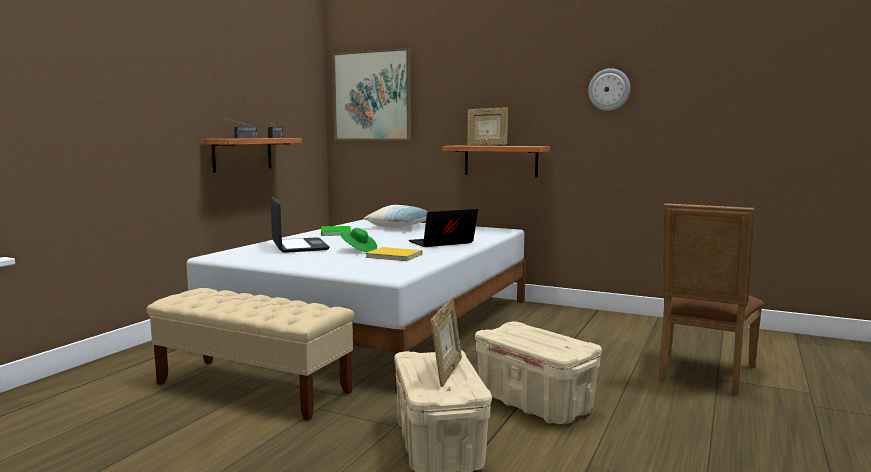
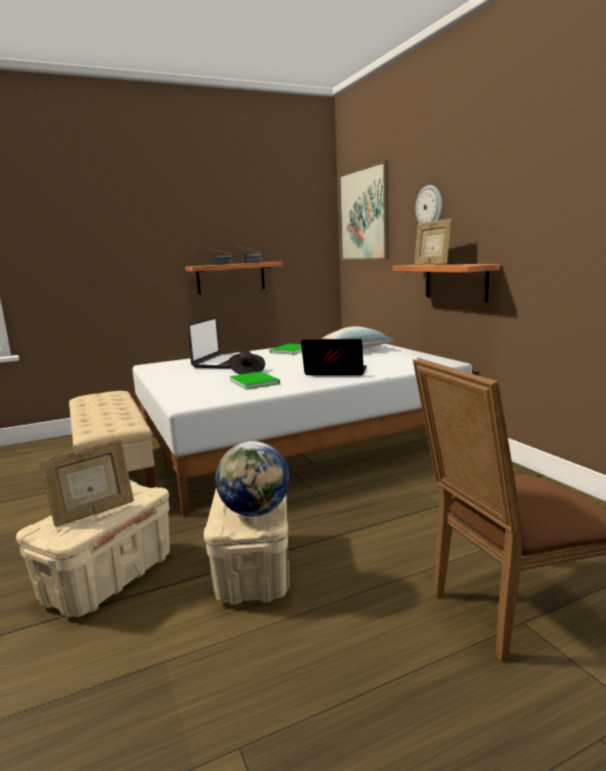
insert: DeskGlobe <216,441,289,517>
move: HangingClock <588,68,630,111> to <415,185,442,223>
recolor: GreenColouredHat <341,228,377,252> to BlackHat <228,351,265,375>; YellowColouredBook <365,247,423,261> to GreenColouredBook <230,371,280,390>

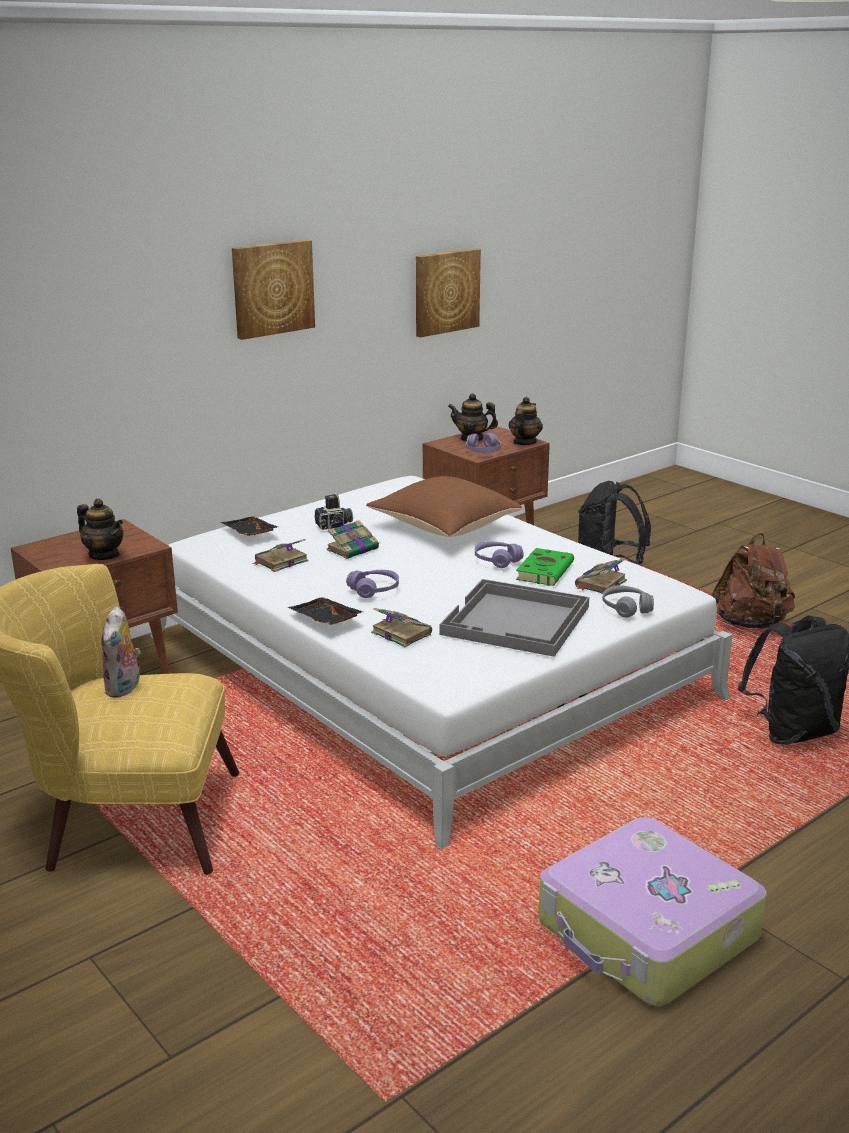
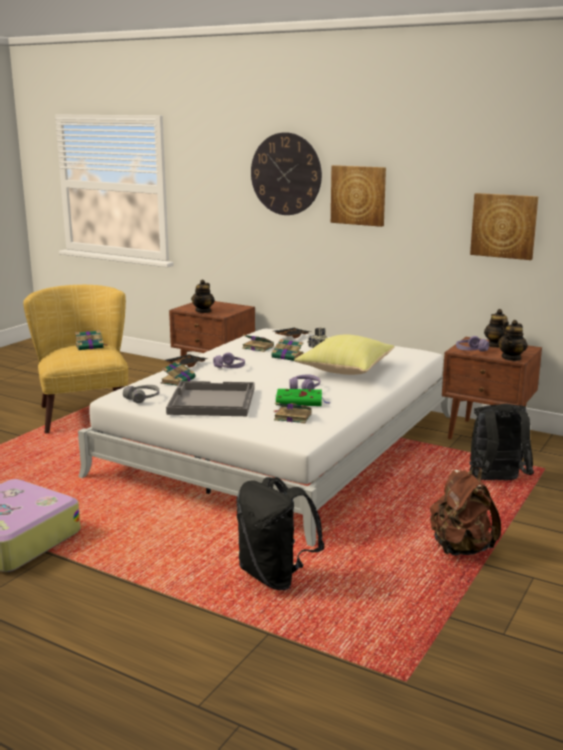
insert: HangingClock <251,132,322,215>
move: GreyHeadphones <603,585,654,617> to <123,385,159,403>
replace: SoftToy <101,606,141,698> to Book <75,330,108,350>
recolor: BrownCushion <366,476,522,537> to YellowColouredCushion <294,335,395,375>
rotate: Teapot <508,397,543,445> = <498,320,528,361> 120 degrees clockwise

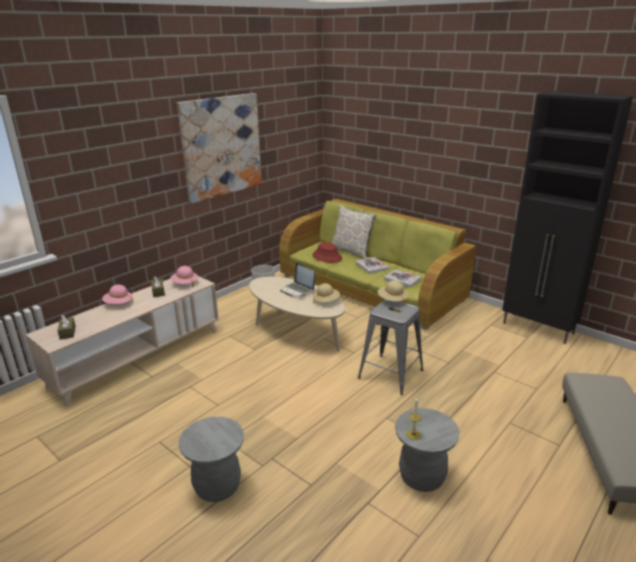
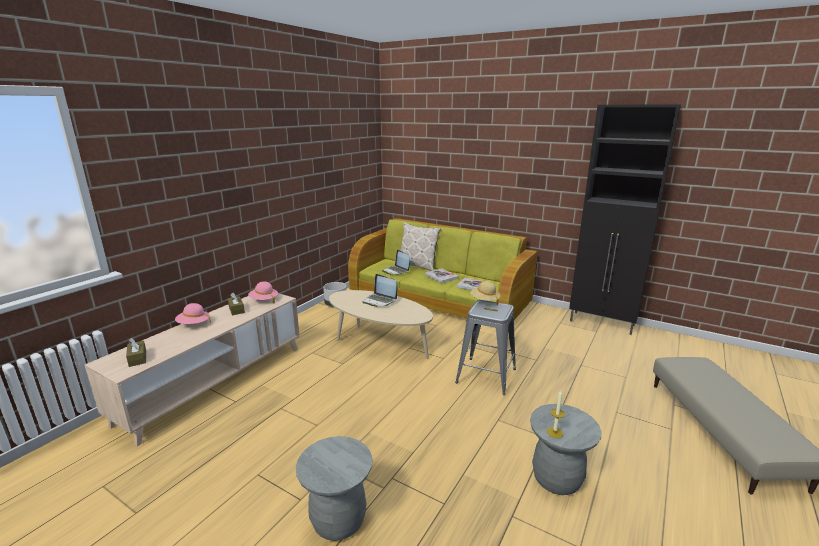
delete: WallPicture <177,93,262,204>; BeigeColouredHat <313,283,340,302>
replace: RedColouredHat <313,242,342,263> to PortableComputer <382,250,410,275>

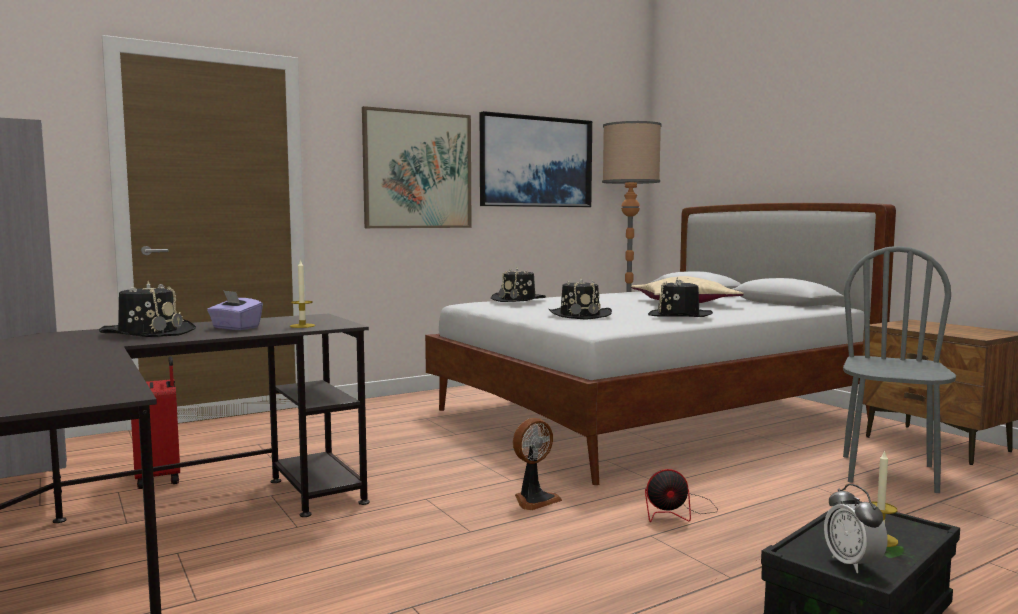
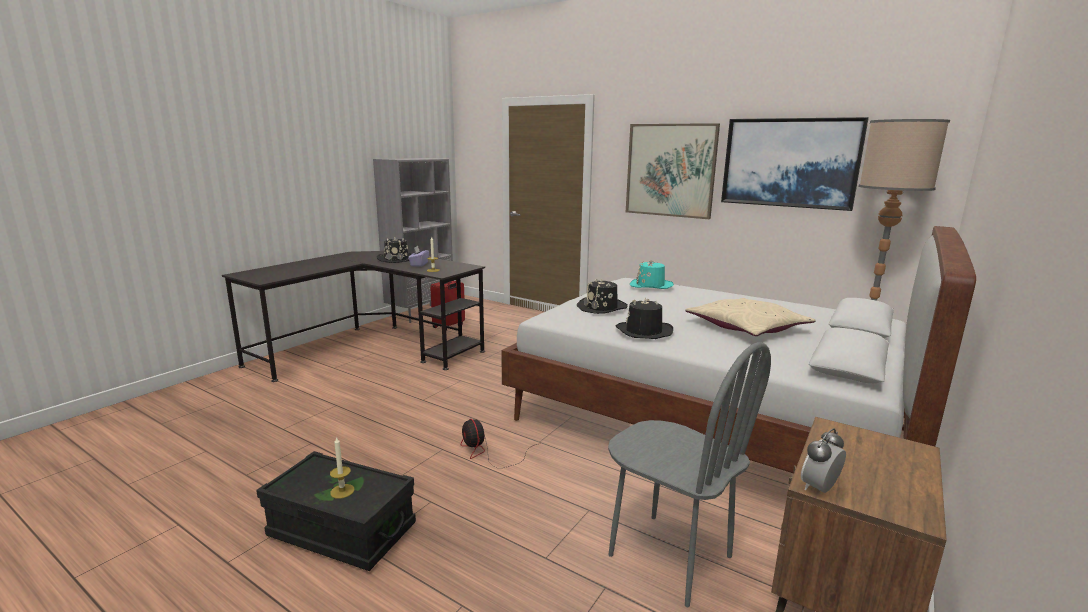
delete: Fan <513,418,562,510>
move: AlarmClock <824,484,888,573> to <801,428,846,493>
recolor: BlackHat <491,267,546,302> to TurquoiseColouredHat <630,260,674,289>
rotate: GreyUprightChair <843,246,956,493> = <608,342,771,607> 45 degrees clockwise

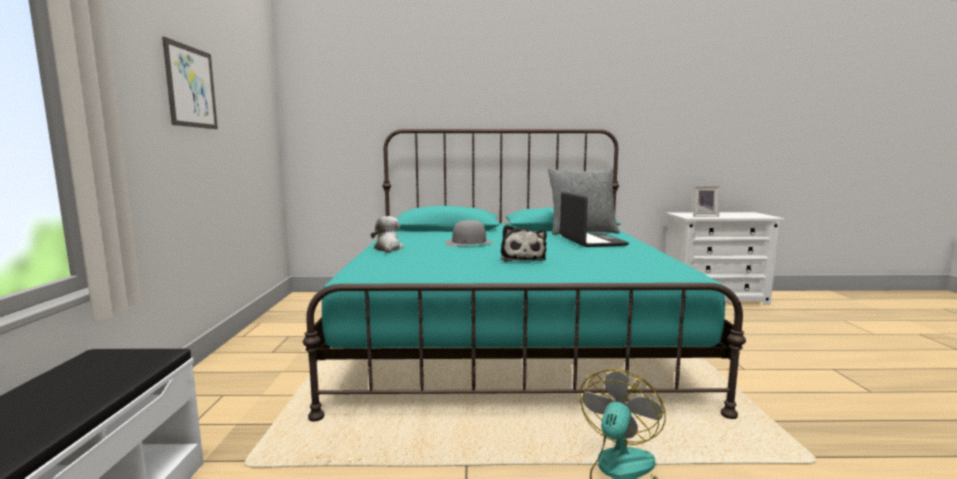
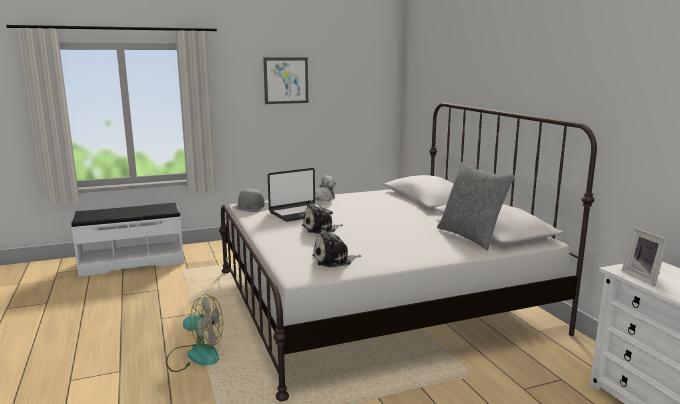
insert: SoftToy <312,225,362,267>
move: GreyHat <445,220,494,247> to <232,189,269,212>; PortableComputer <560,192,629,247> to <268,168,333,222>
recolor: TurquoiseColouredBedroomBed <303,129,746,421> to WhiteColouredBedroomBed <219,103,597,401>

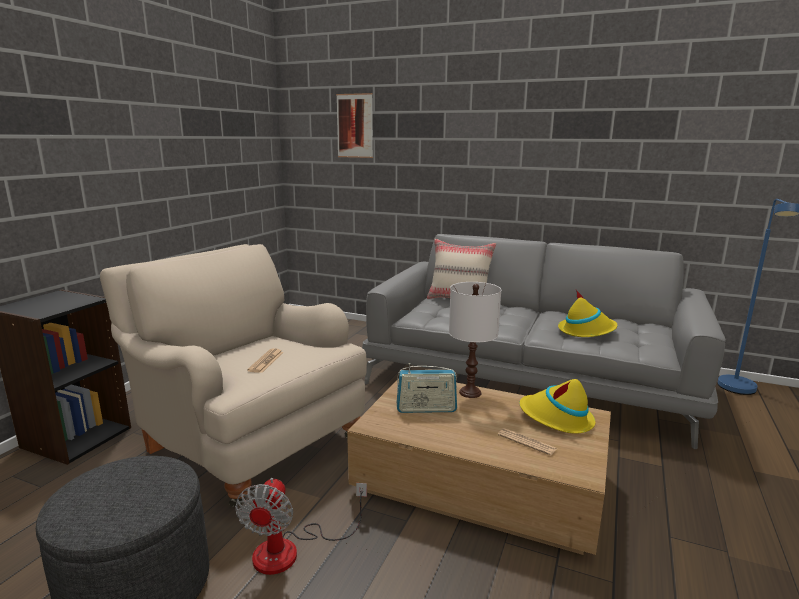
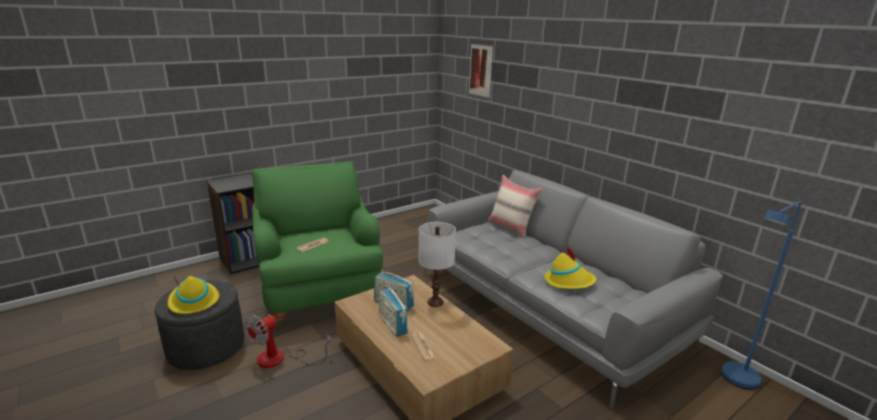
insert: RadioSet <379,286,408,337>
move: YellowColouredHat <519,379,595,434> to <168,276,219,314>
recolor: BeigeColouredLoungeChair <100,244,366,507> to GreenColouredLoungeChair <252,162,383,326>

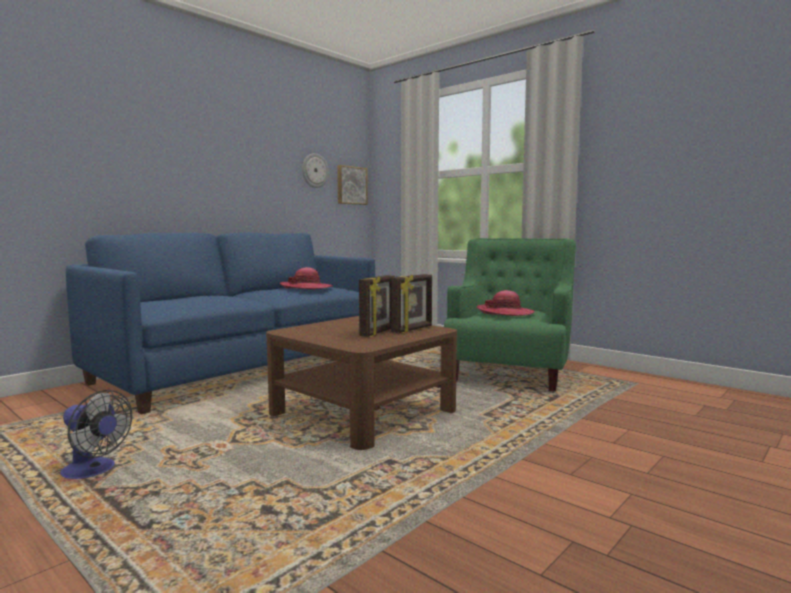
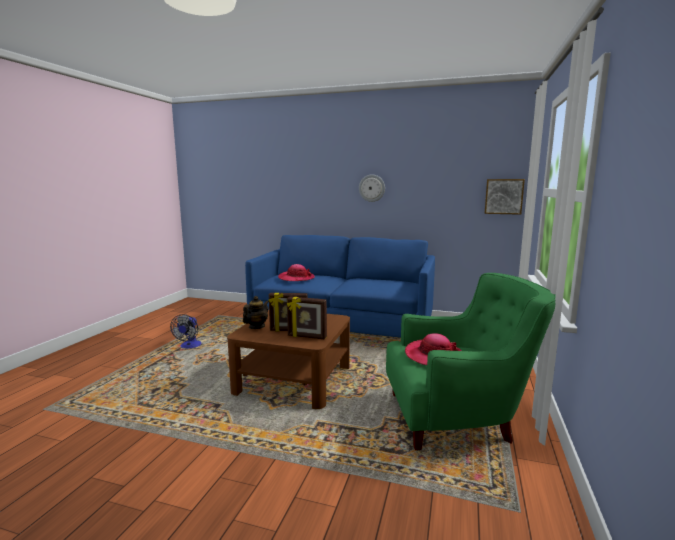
insert: Teapot <243,296,269,329>
move: Hat <280,267,332,289> to <278,264,315,281>; HangingClock <302,153,329,188> to <359,174,385,202>

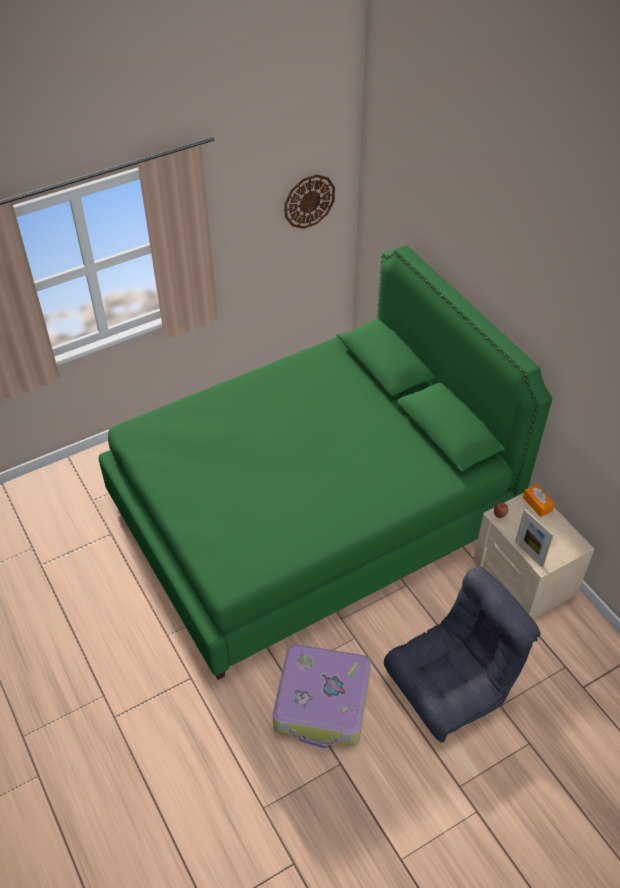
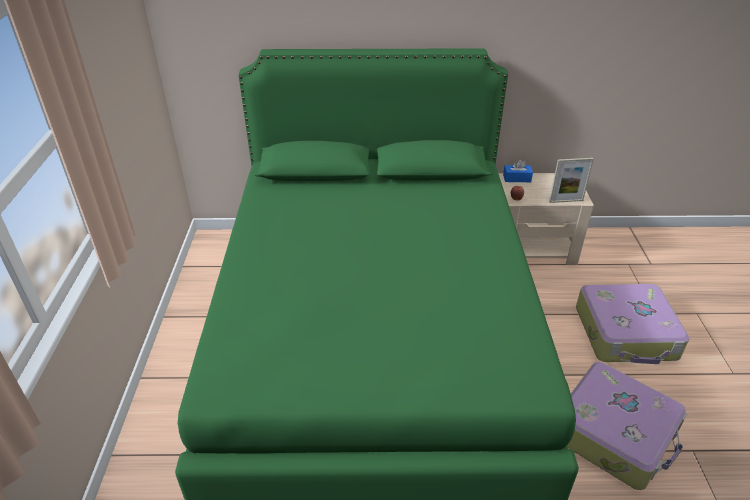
delete: HangingClock <284,174,335,229>
replace: GreyLoungeChair <384,566,541,743> to TravelCase <576,284,689,364>
recolor: OrangeBoxOfTissues <523,484,555,517> to BlueColouredBoxOfTissues <503,160,533,182>

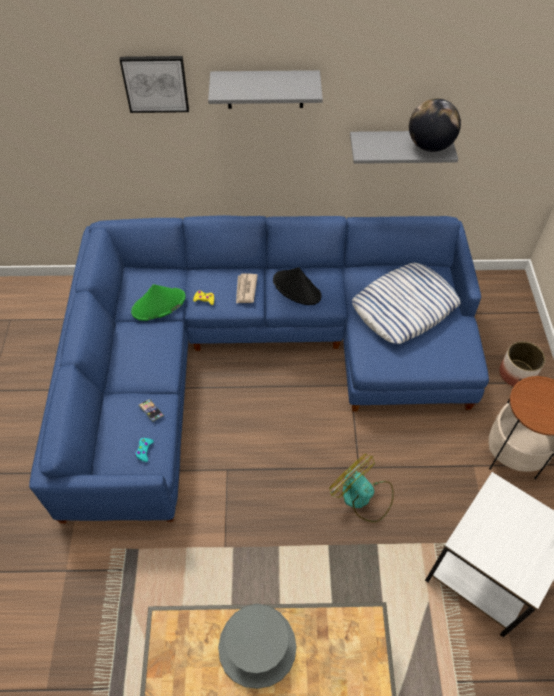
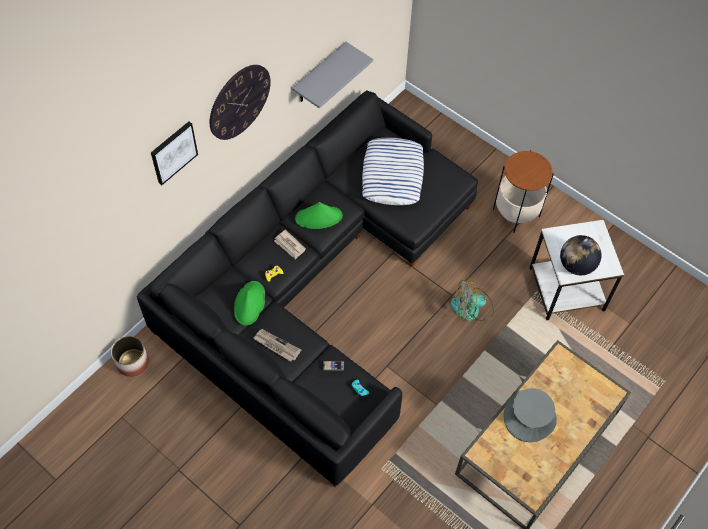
insert: PrintedPaper <253,329,301,362>
move: DeskGlobe <409,98,461,152> to <560,235,602,275>; FlowerPot <499,341,546,387> to <111,336,149,377>
replace: GreyBracketShelf <208,70,323,109> to HangingClock <210,65,271,140>
recolor: BlueColouredCouch <29,215,489,524> to BlackCouch <137,90,478,488>; BlackHat <273,267,321,305> to GreenColouredHat <295,202,343,229>

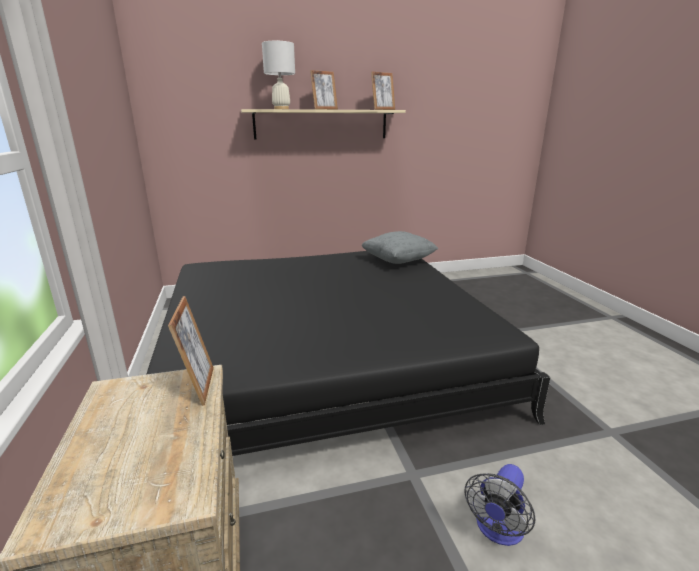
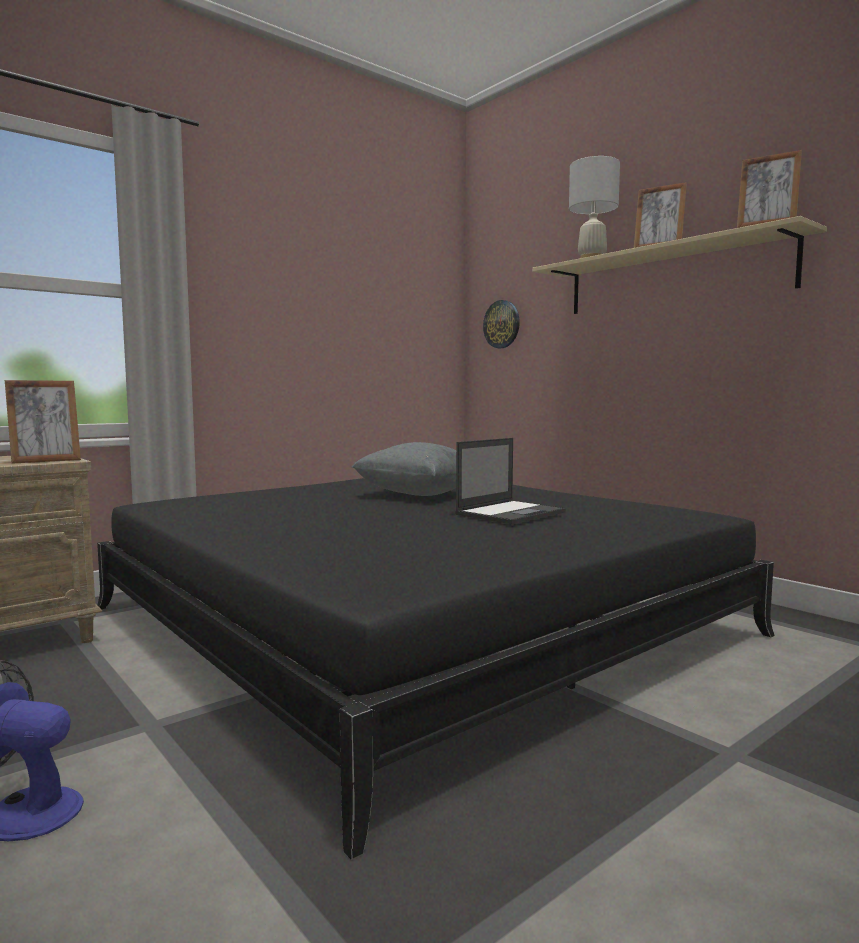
insert: PortableComputer <455,438,566,524>; HangingClock <483,300,520,348>
move: GreyCushion <362,231,438,264> to <352,442,456,496>

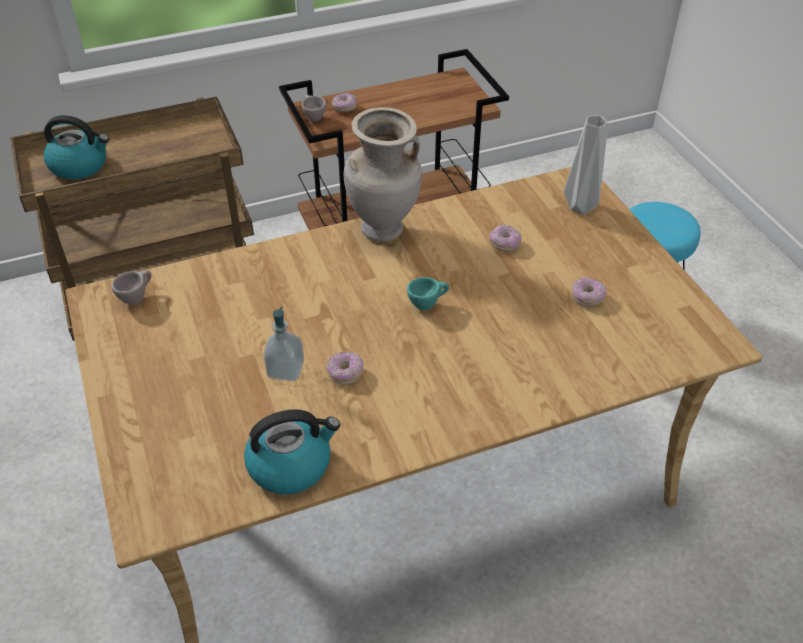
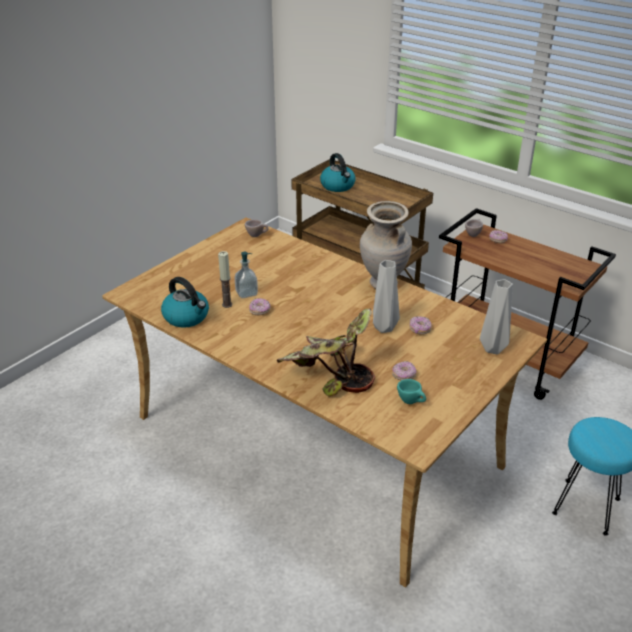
insert: Candle <218,251,232,308>; PottedPlant <277,309,375,397>; GreyFlowerVase <373,260,400,333>
move: TurquoiseColouredDrinkingCup <407,277,449,310> to <397,379,426,404>

